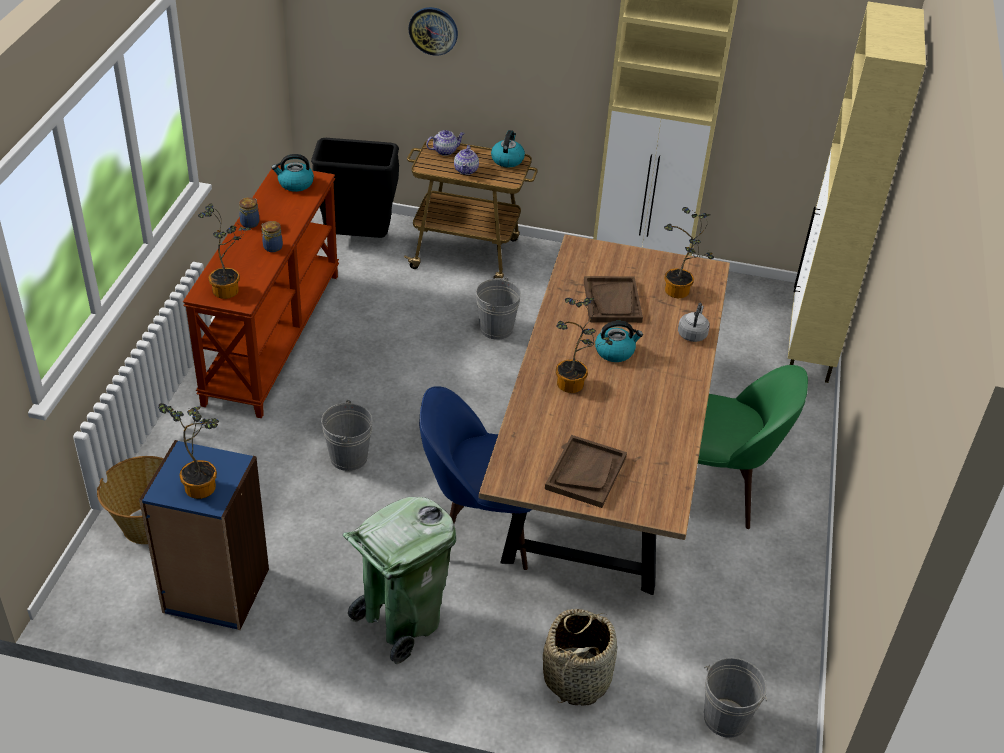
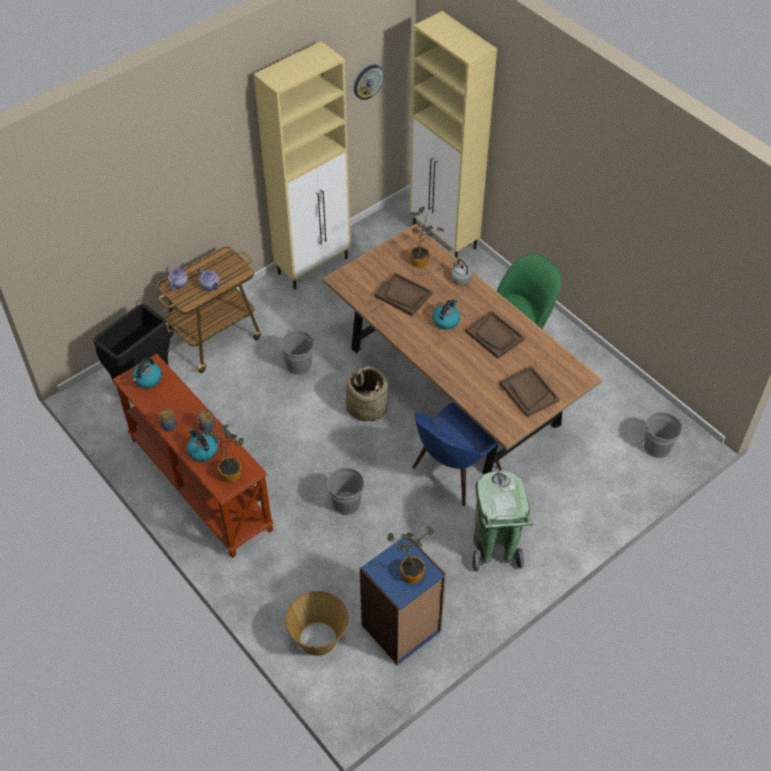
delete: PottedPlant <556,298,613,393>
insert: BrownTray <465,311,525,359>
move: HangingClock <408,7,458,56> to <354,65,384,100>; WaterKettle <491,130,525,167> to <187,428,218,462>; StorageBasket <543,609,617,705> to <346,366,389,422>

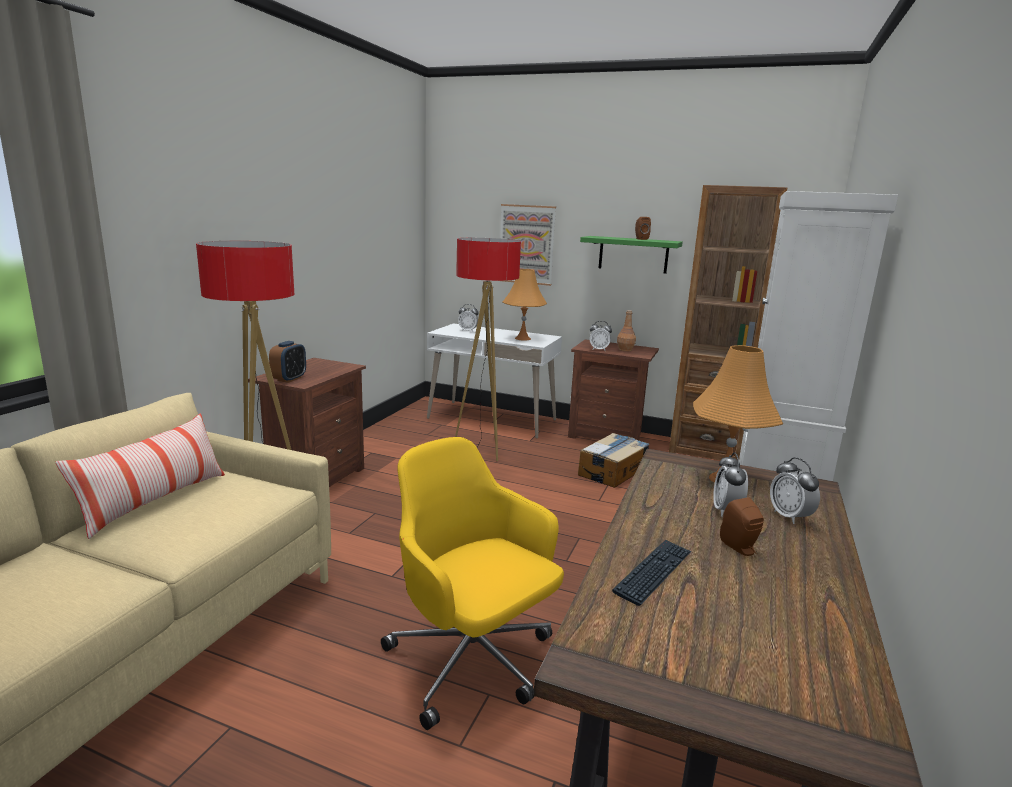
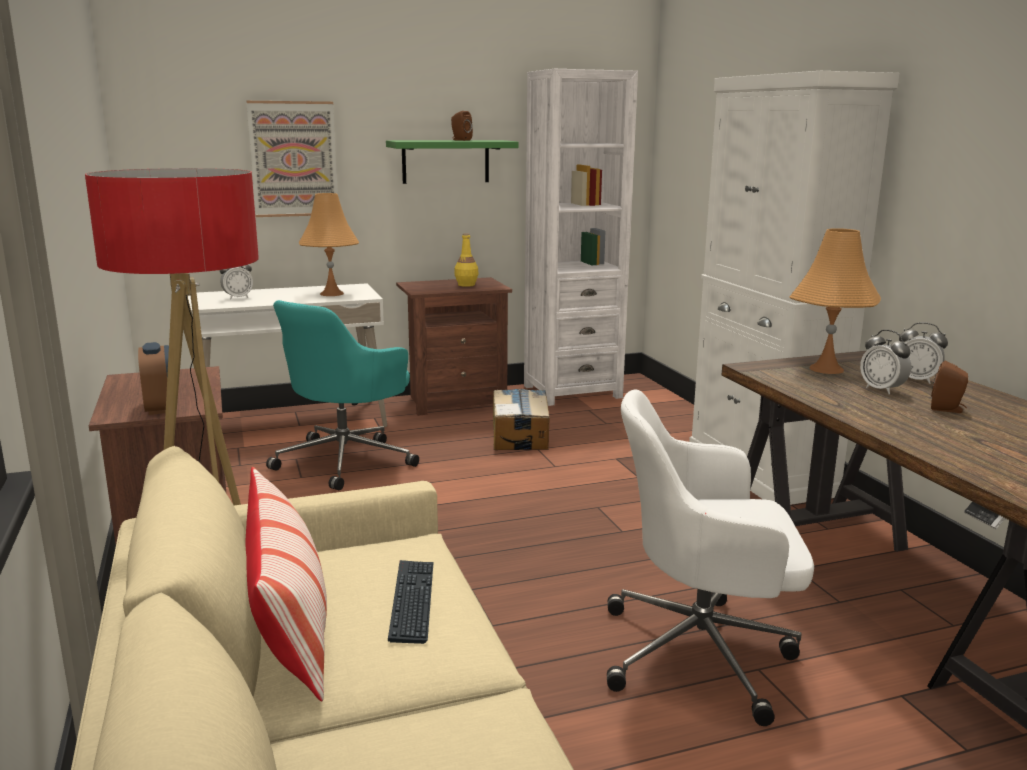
delete: AlarmClock <590,321,612,350>
move: Keyboard <612,539,691,606> to <388,560,434,644>
replace: FloorLamp <455,238,521,461> to TurquoiseColouredComputerChair <266,300,419,490>
recolor: YellowColouredComputerChair <381,437,564,730> to WhiteColouredComputerChair <607,390,814,726>; BrownDrinkBottle <617,310,636,351> to YellowColouredDrinkBottle <454,233,478,287>; BrownBookcase <669,185,787,460> to WhiteColouredBookcase <524,69,638,406>

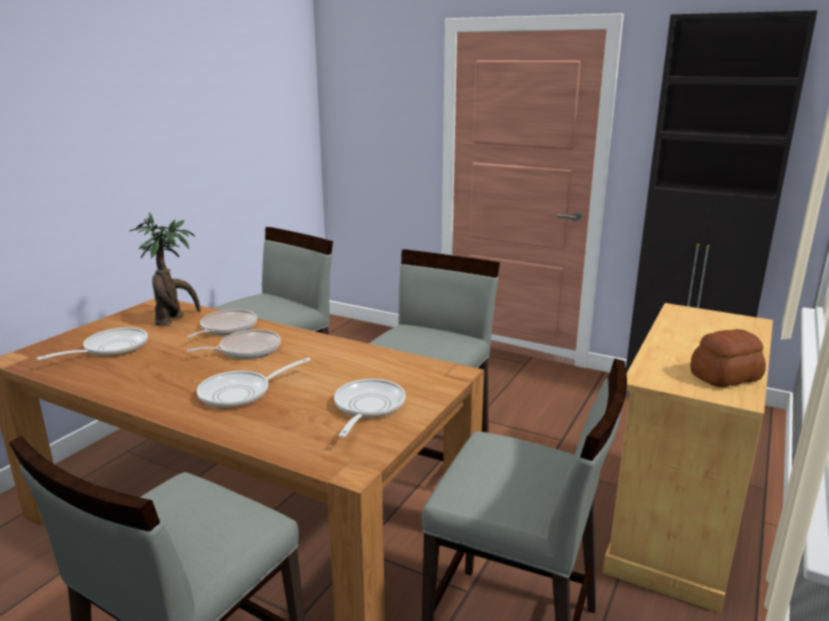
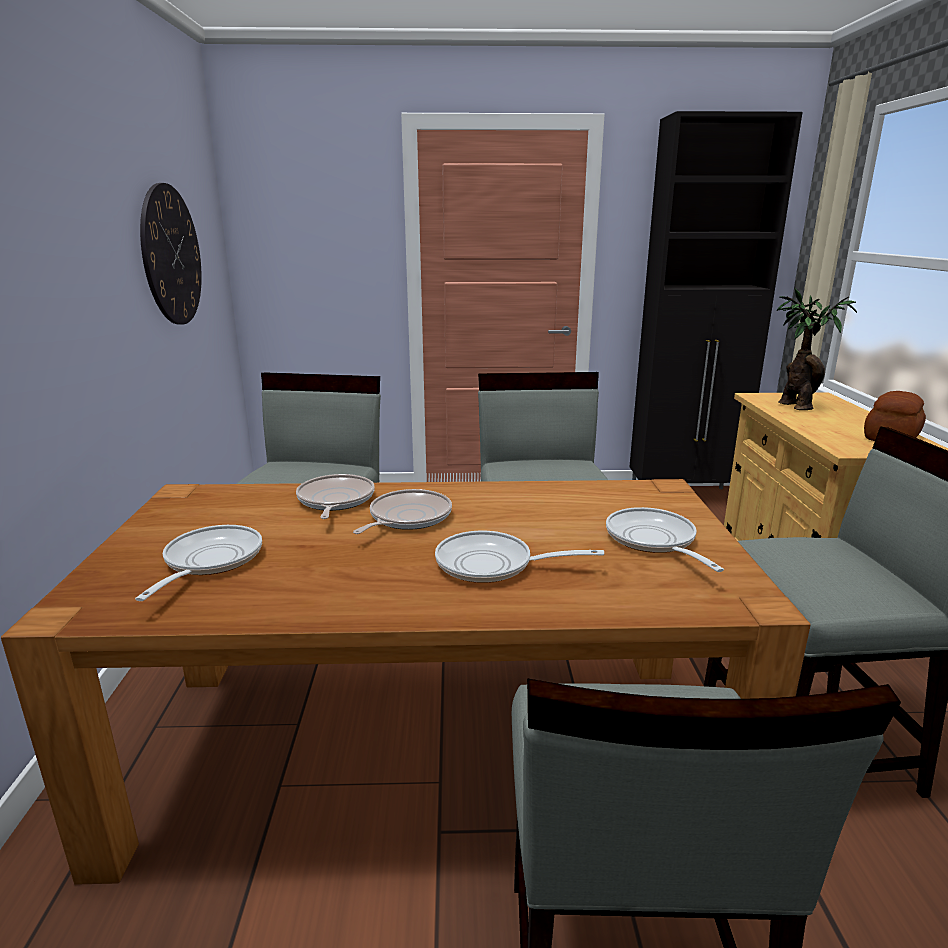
insert: HangingClock <140,183,202,325>
move: PottedPlant <130,212,201,326> to <777,289,857,410>
rotate: Pan <197,358,311,409> = <435,530,604,583> 75 degrees clockwise

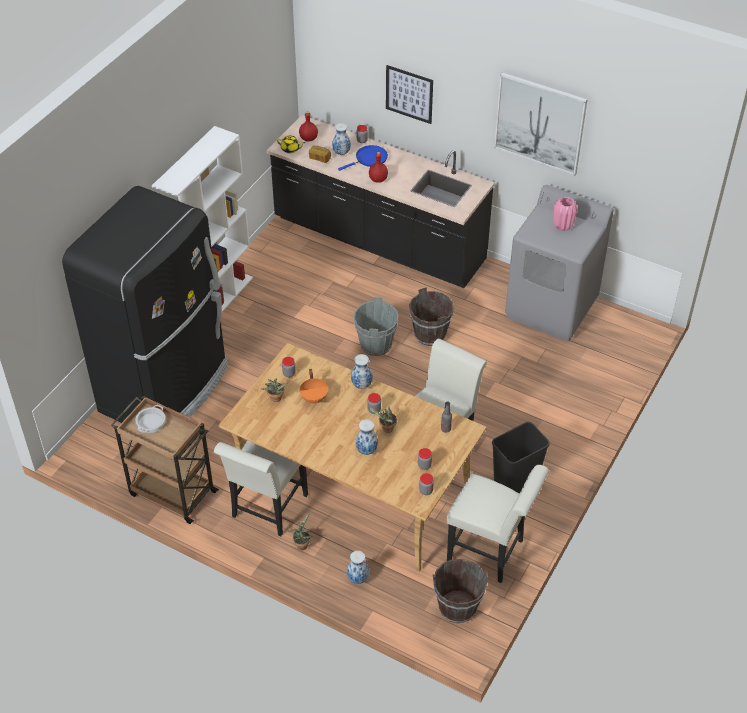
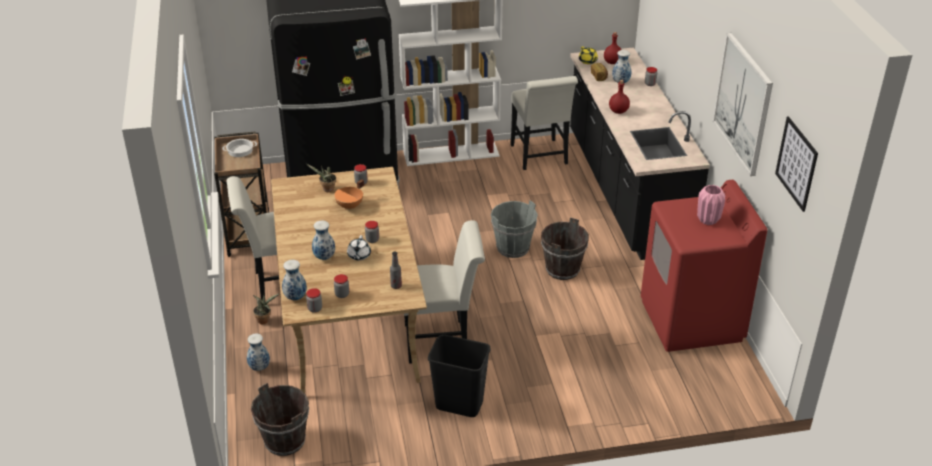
delete: BlueColouredPan <338,145,388,171>
move: FlowerVase <351,354,373,389> to <282,260,307,300>; WallPicture <386,65,433,124> to <775,116,818,212>; WhiteColouredUprightChair <447,465,549,583> to <510,76,578,170>
replace: PottedPlant <367,406,397,433> to WhiteColouredTeapot <347,235,371,260>
recolor: GreyLaundryMachine <505,185,614,341> to RedColouredLaundryMachine <641,180,767,352>

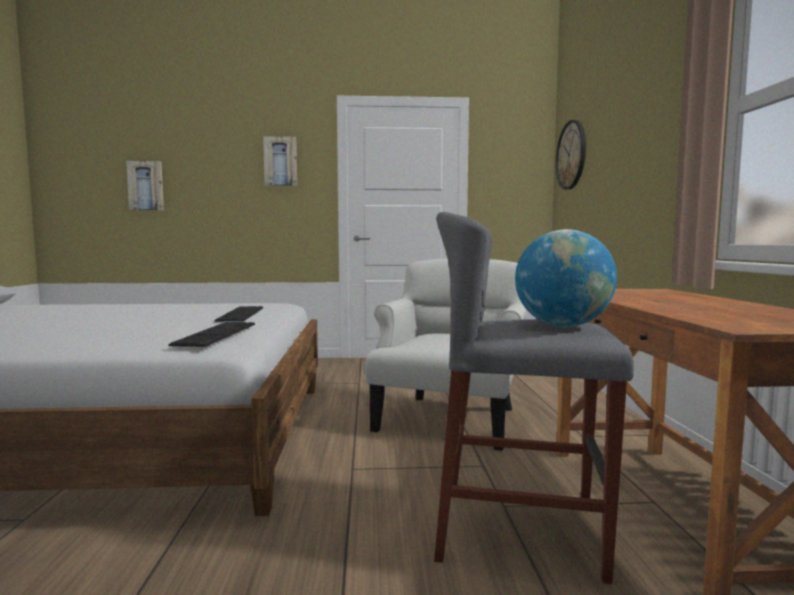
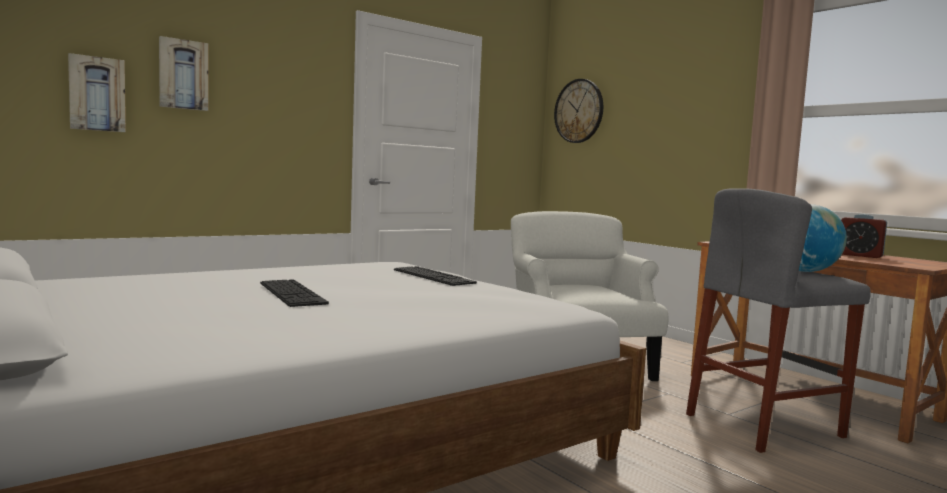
insert: AlarmClock <841,214,887,258>
move: Keyboard <168,322,255,347> to <260,279,329,307>; WallPicture <263,136,297,186> to <159,36,209,111>

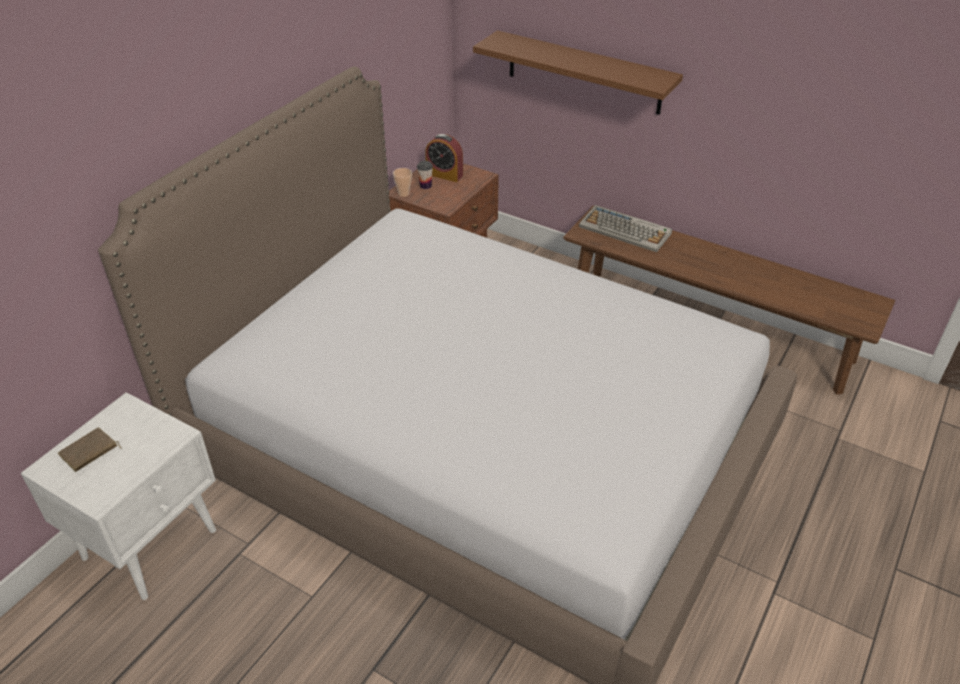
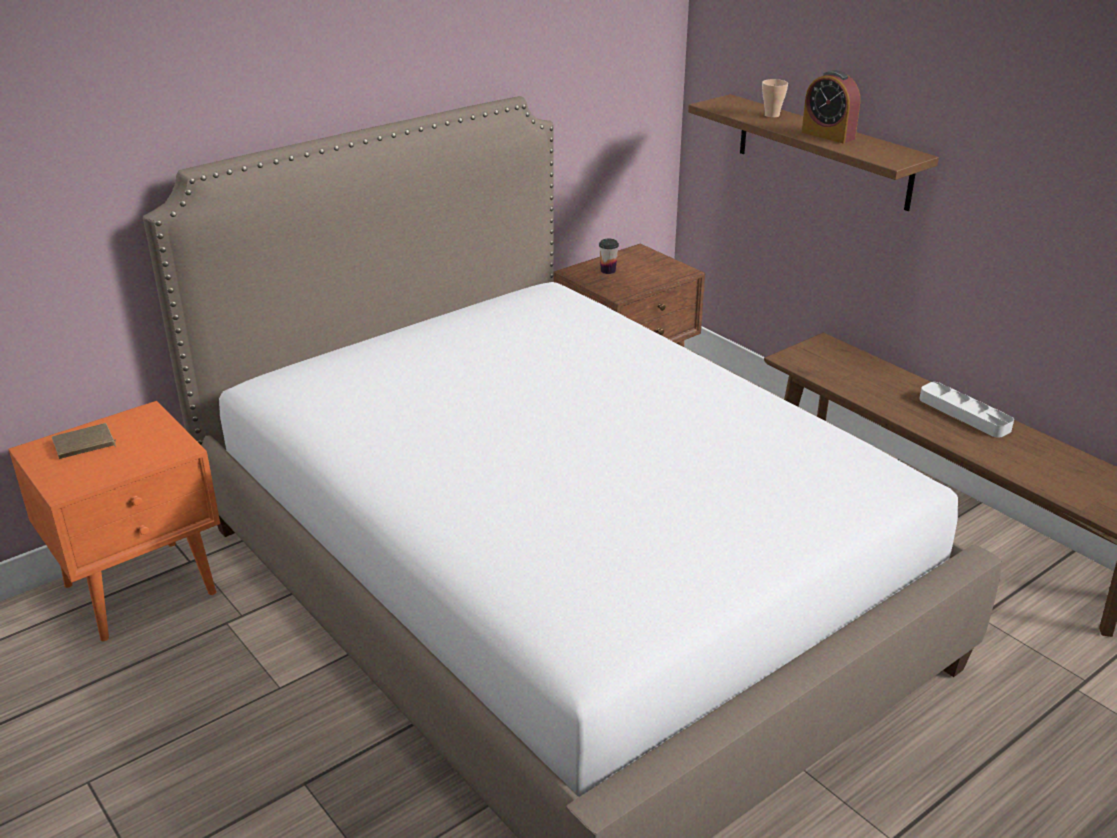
delete: Keyboard <579,205,672,252>
insert: GreyTray <919,382,1014,438>
move: DrinkingCup <393,168,412,197> to <762,79,788,118>; AlarmClock <425,134,463,182> to <802,70,860,143>
recolor: WhiteColouredNightTable <21,392,216,600> to OrangeNightTable <8,401,220,641>

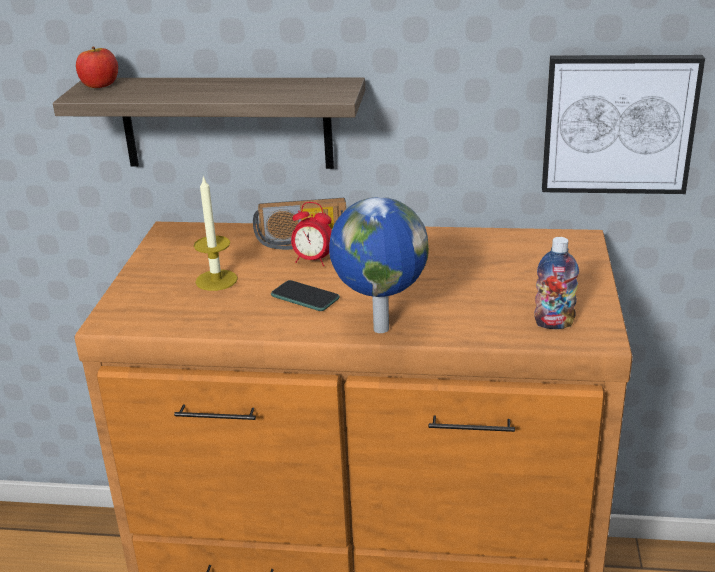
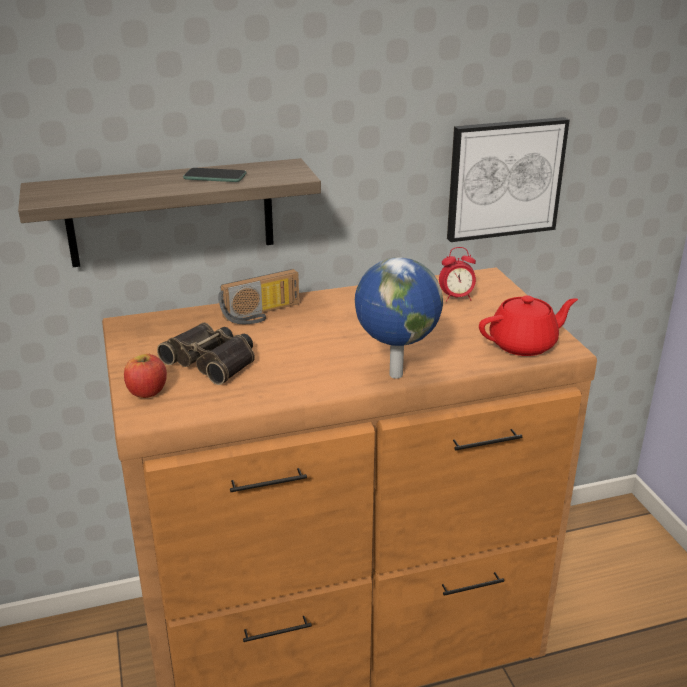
move: Apple <76,47,118,88> to <124,354,167,398>; Telephone <271,280,340,311> to <183,168,246,182>; AlarmClock <291,202,332,266> to <439,247,476,302>
replace: Candle <194,175,238,291> to PairOfBinoculars <157,322,255,385>; DrinkBottle <534,237,579,329> to RedColouredTeapot <479,296,578,356>

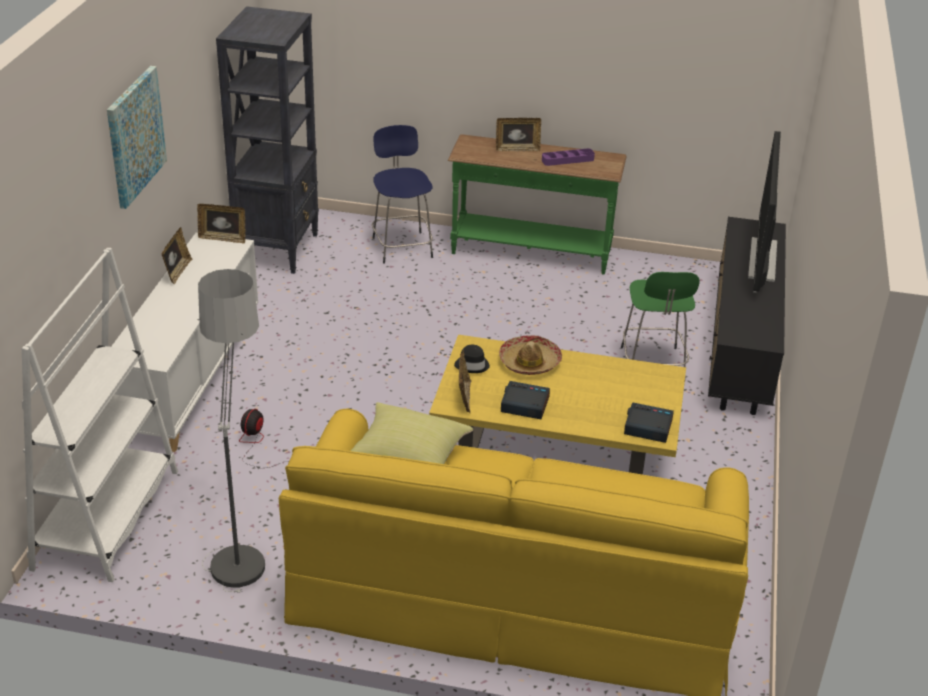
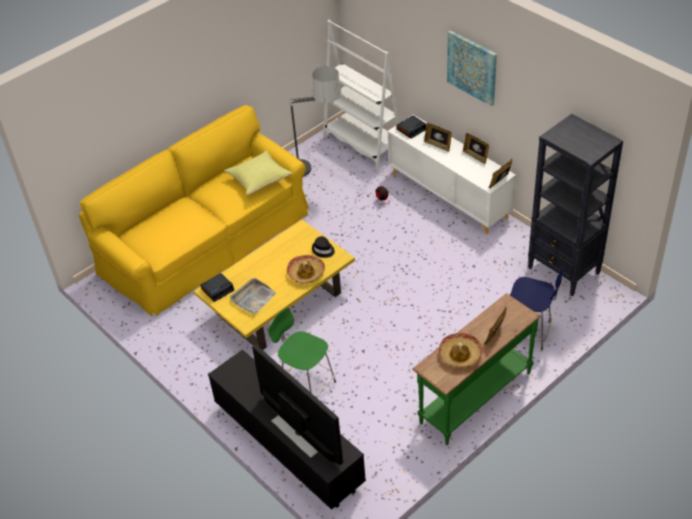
insert: GreyTray <230,278,276,314>
move: PhotoFrame <459,350,472,414> to <424,123,452,152>; AlarmClock <501,381,550,419> to <397,115,426,139>
replace: PurpleColouredTray <542,148,595,166> to Hat <438,333,483,367>

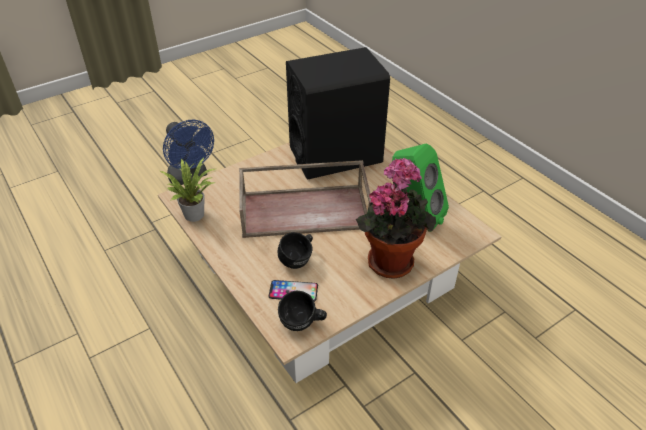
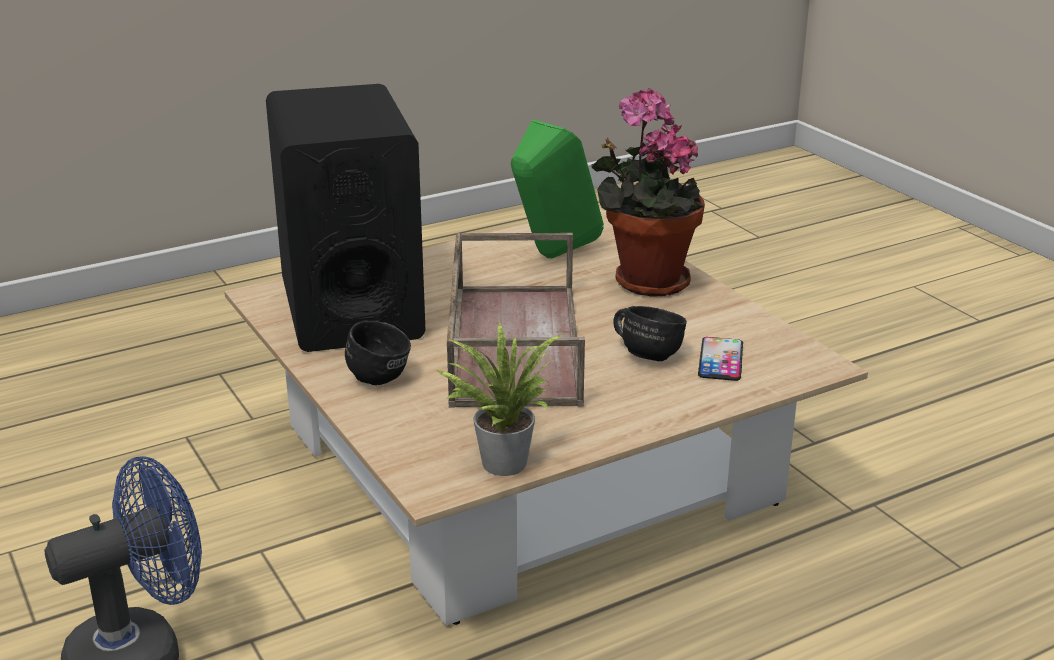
move: BlackTeaMug <278,291,327,331> to <345,320,411,385>

